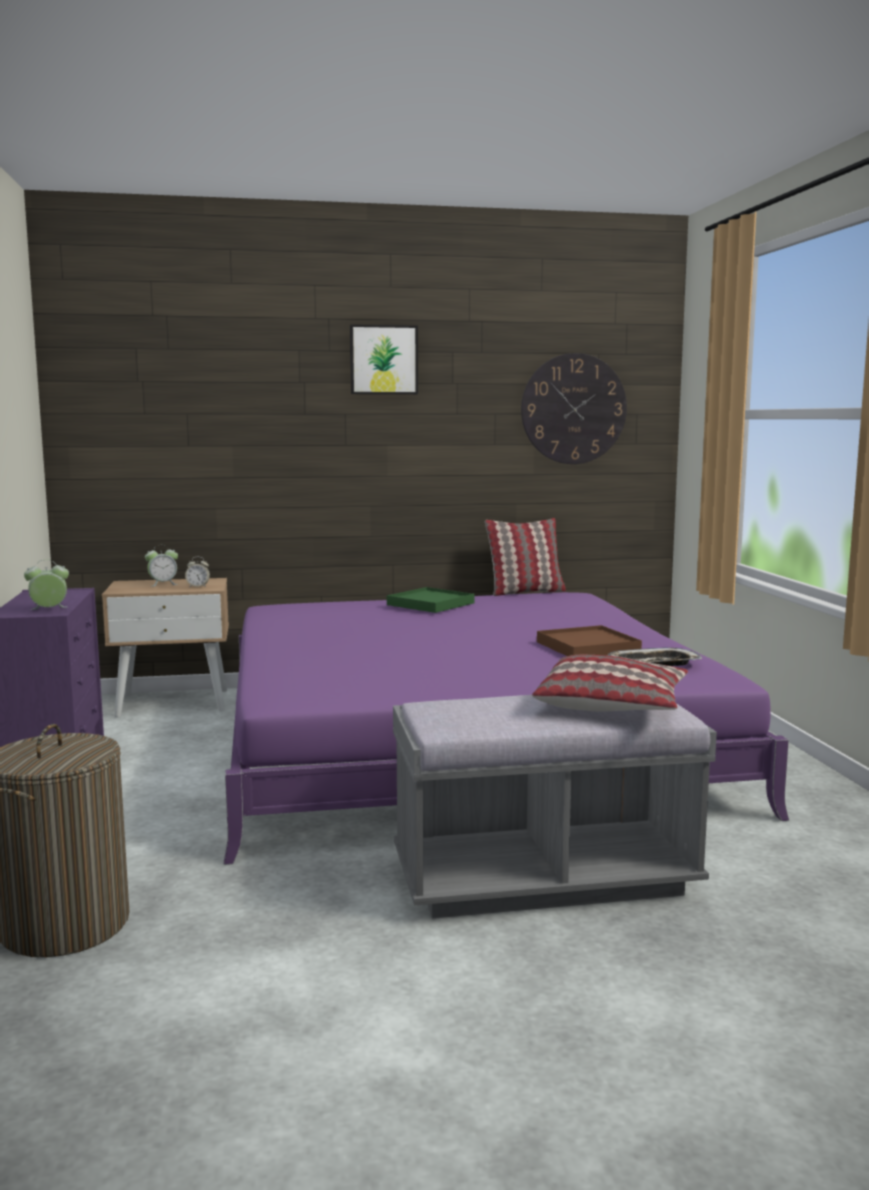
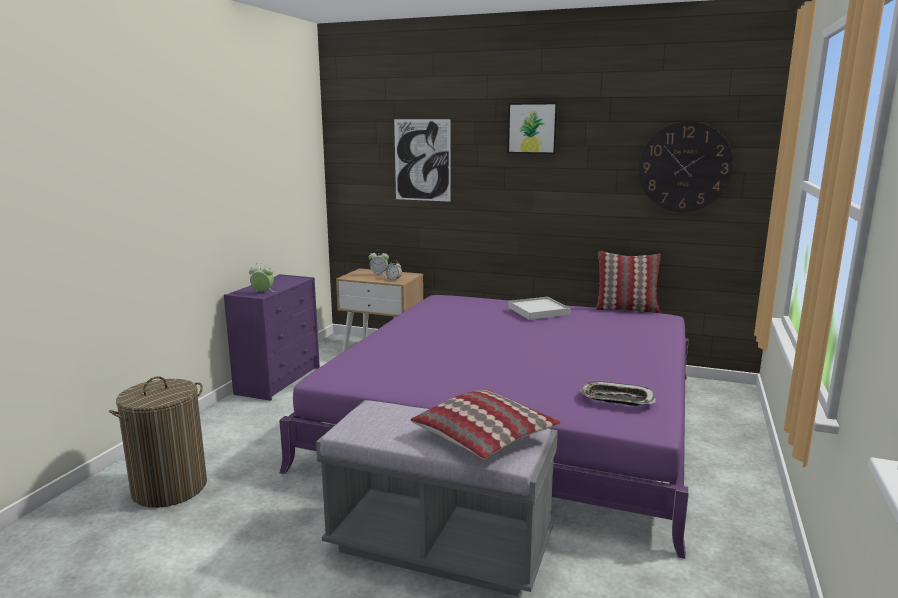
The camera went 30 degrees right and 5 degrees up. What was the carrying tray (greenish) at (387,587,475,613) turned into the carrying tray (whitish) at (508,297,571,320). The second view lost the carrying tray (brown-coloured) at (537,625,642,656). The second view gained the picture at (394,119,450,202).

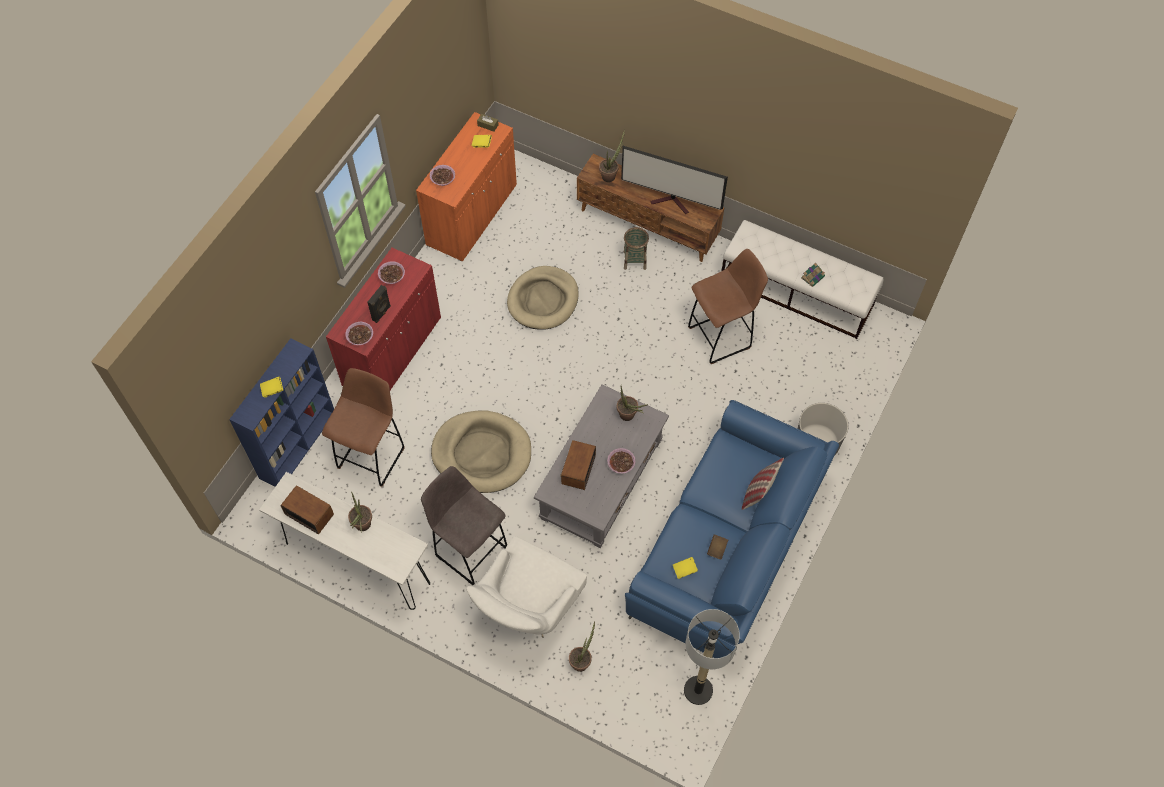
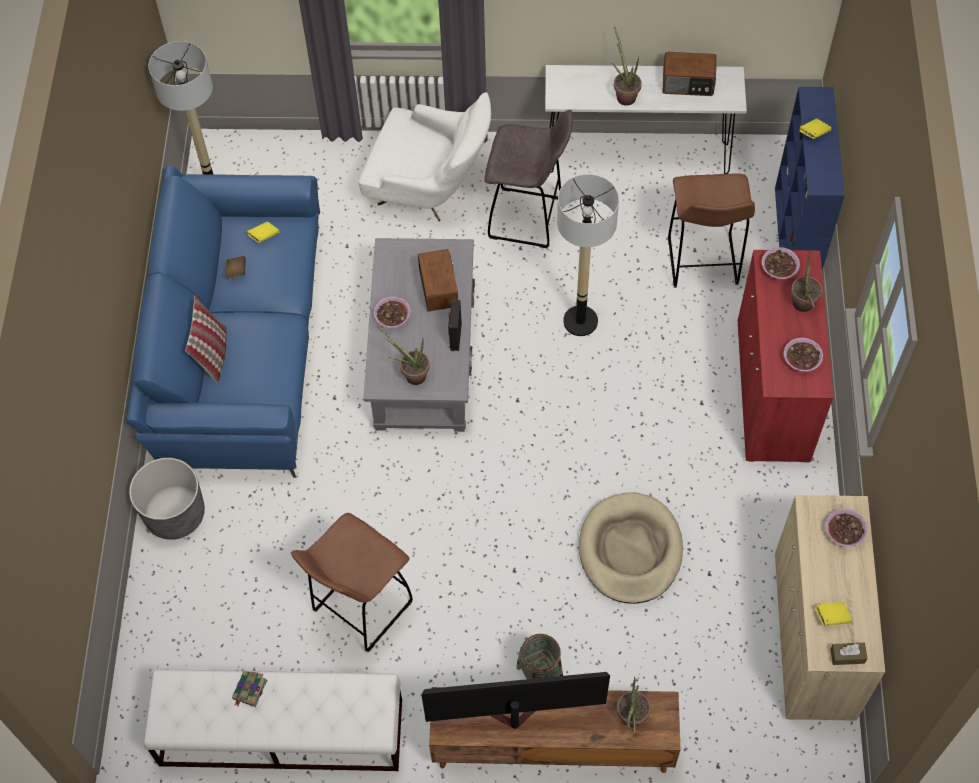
The camera went 155 degrees right and 0 degrees up. What was the storage cabinet (orange-coloured) at (416,112,517,261) turned into the storage cabinet (beige-coloured) at (775,495,885,721). The audio speaker (black-coloured) ended up elsewhere, having gone from (367,285,391,323) to (448,299,462,351). Where the pet bed (beige-coloured) stood at (431,411,531,493), the standard lamp came to stand at (557,174,619,336). The easy chair (whitish) at (466,536,587,638) ended up facing another way, 105 degrees clockwise from before. The plant in a pot ended up elsewhere, having gone from (569,621,595,672) to (791,251,822,312).

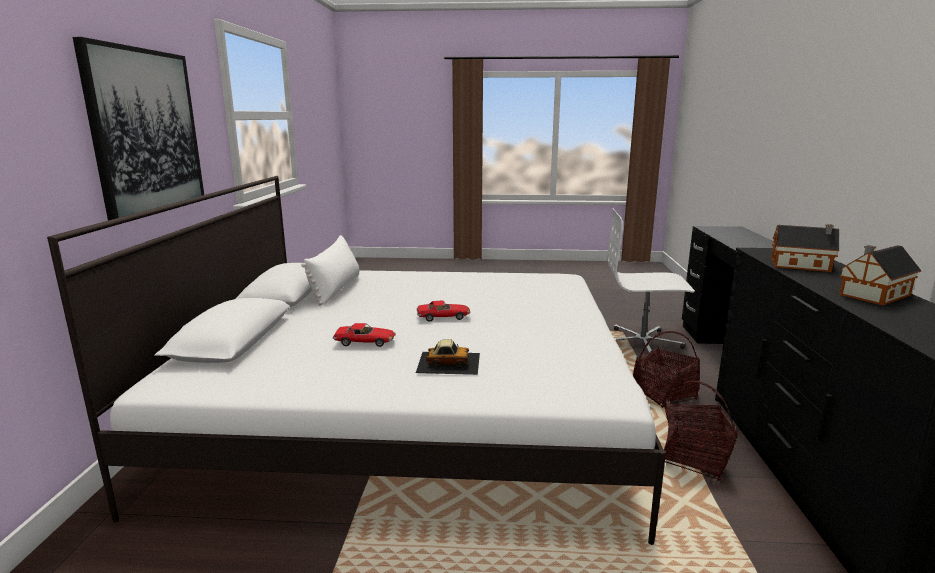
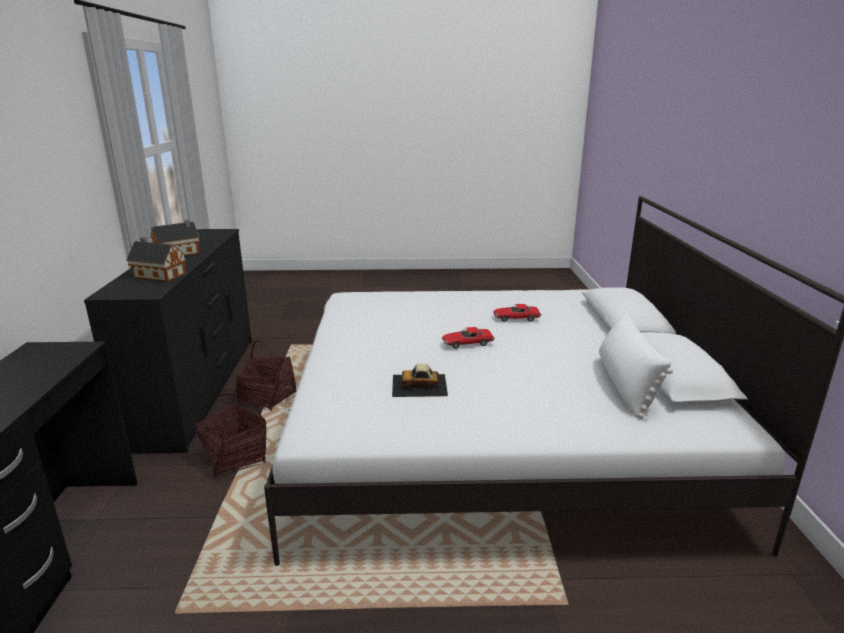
The camera went 175 degrees right and 5 degrees up. The second view lost the picture at (73,37,204,221). The second view lost the desk chair (whitish) at (607,209,695,352). The miniature car ended up elsewhere, having gone from (416,339,480,375) to (392,364,448,397).

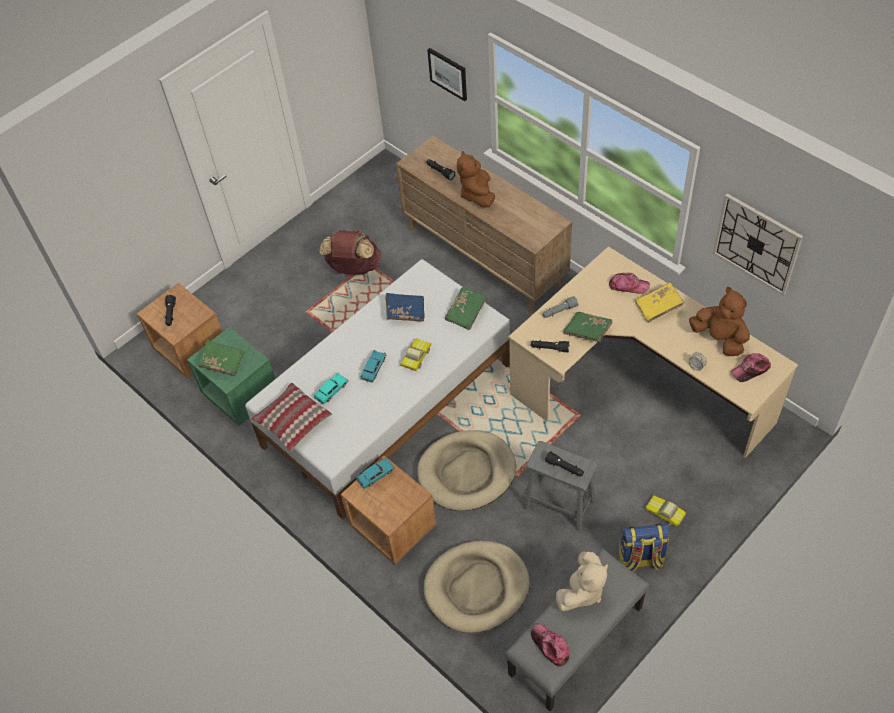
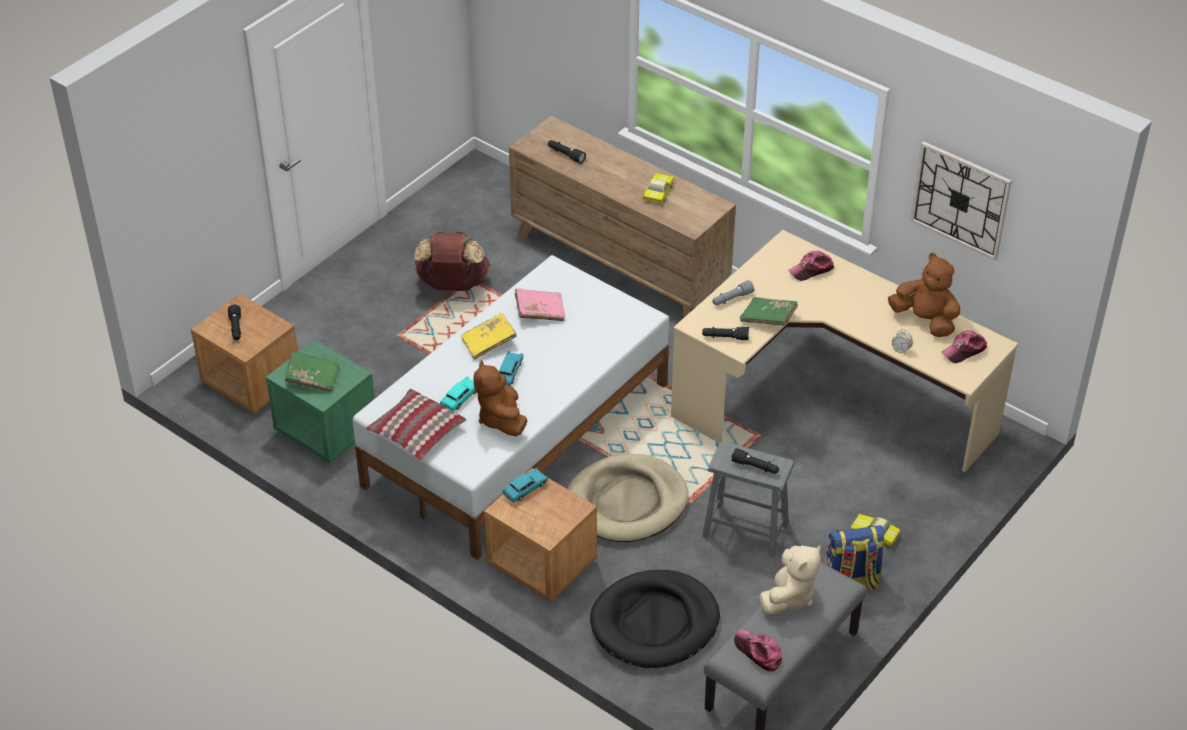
The camera went 10 degrees left and 10 degrees down. The second view lost the picture at (427,48,467,101). The soft toy (brown-coloured) ended up elsewhere, having gone from (457,151,495,208) to (474,360,527,436). The peaked cap at (609,273,650,294) ended up facing another way, 150 degrees clockwise from before. The volume (yellow-coloured) ended up elsewhere, having gone from (635,283,684,323) to (461,313,517,359). The second view lost the volume (greenish) at (445,287,487,330). What was the volume (bluish) at (386,293,425,322) turned into the volume (pinkish) at (515,288,565,321). The miniature car ended up elsewhere, having gone from (400,338,432,371) to (643,173,675,203). What was the pet bed (beige-coloured) at (424,541,530,633) turned into the pet bed (black-coloured) at (590,570,720,668).

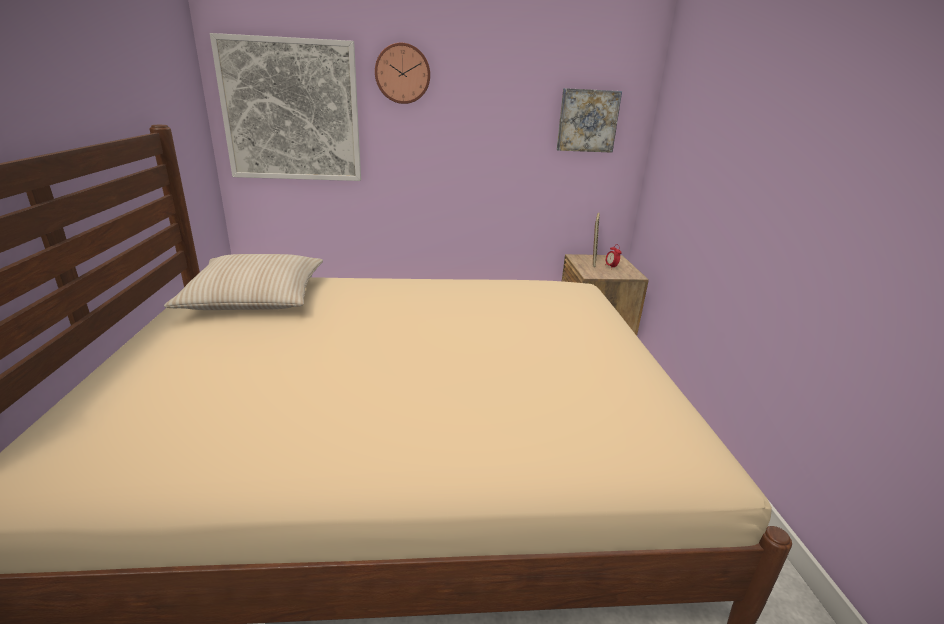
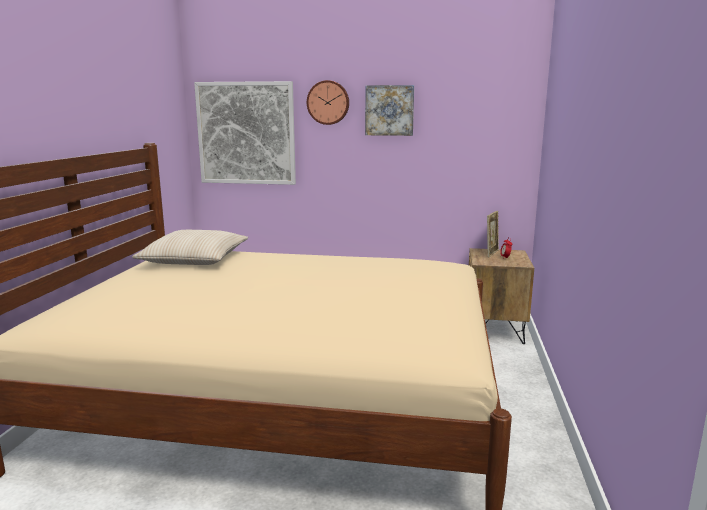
The camera went 15 degrees right and 10 degrees down. The picture ended up elsewhere, having gone from (556,88,622,153) to (365,85,414,136).

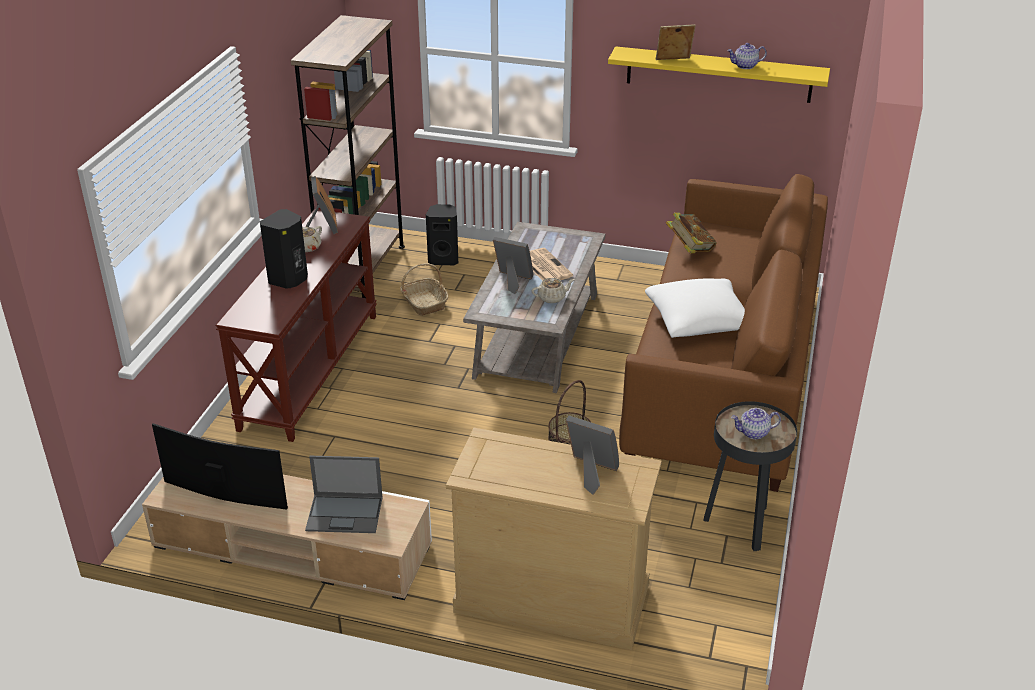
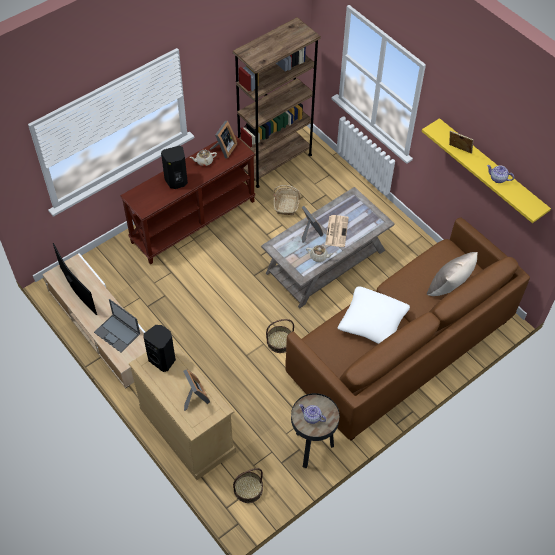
The camera went 35 degrees right and 20 degrees up. The audio speaker (black-coloured) ended up elsewhere, having gone from (426,204,458,265) to (144,325,176,372). The second view lost the volume at (666,213,717,253). The second view gained the pillow (beige-coloured) at (427,252,478,296). The second view gained the household basket at (233,468,263,503).

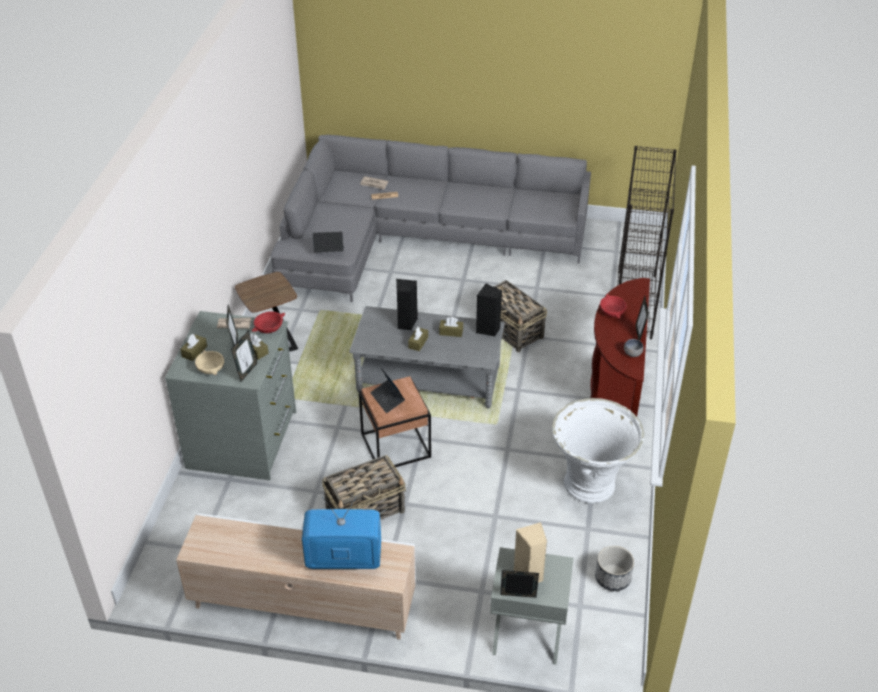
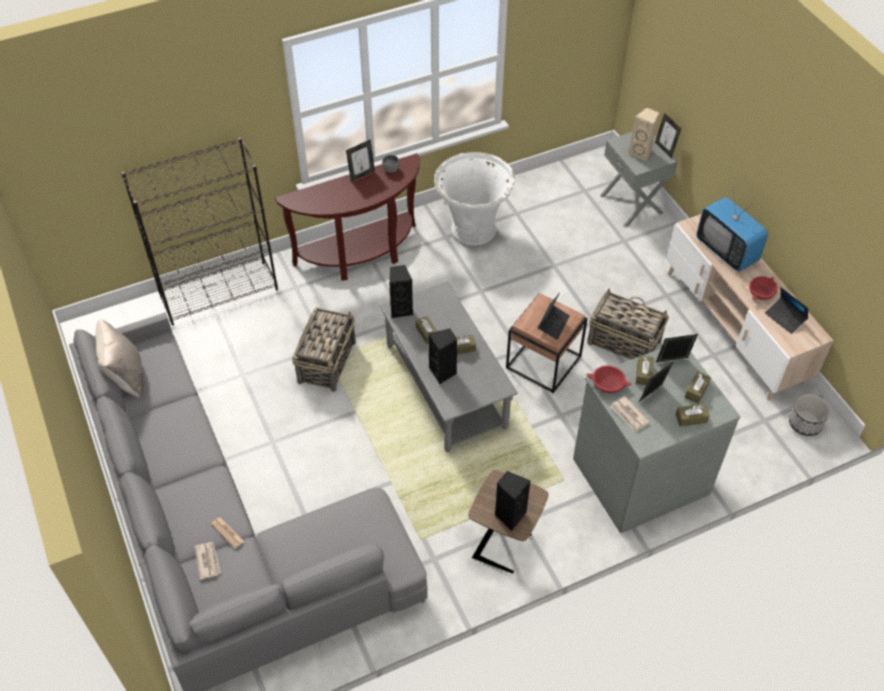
The camera went 125 degrees left and 10 degrees up. The laptop ended up elsewhere, having gone from (313,232,344,252) to (765,288,808,334). The bowl (red) ended up elsewhere, having gone from (600,294,627,319) to (749,276,778,300). Where the bowl (beige-coloured) stood at (195,350,224,375), the tissue holder (brown-coloured) came to stand at (685,371,711,404). The planter ended up elsewhere, having gone from (595,546,634,591) to (789,394,830,436). The second view gained the pillow (beige-coloured) at (96,319,144,398). The second view gained the audio speaker (black-coloured) at (495,471,530,531).

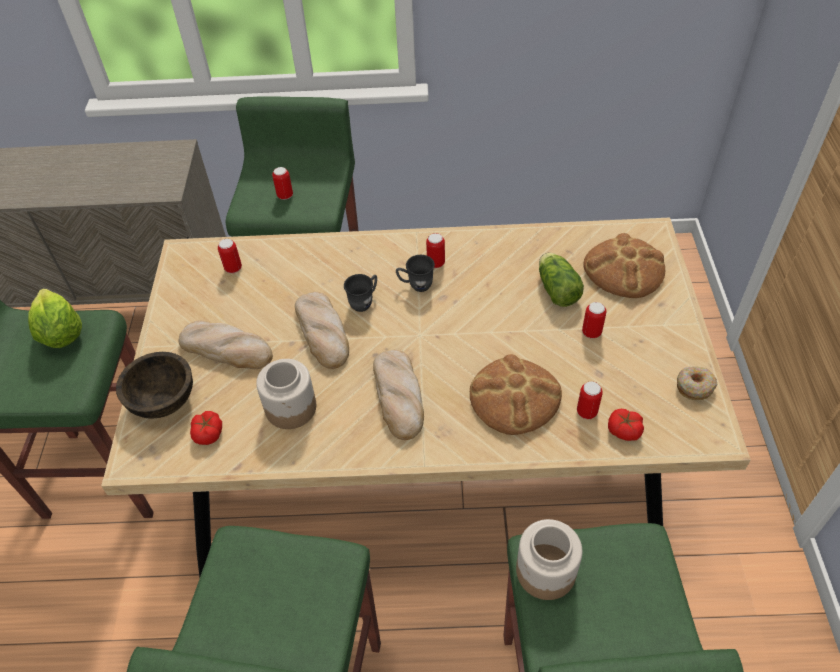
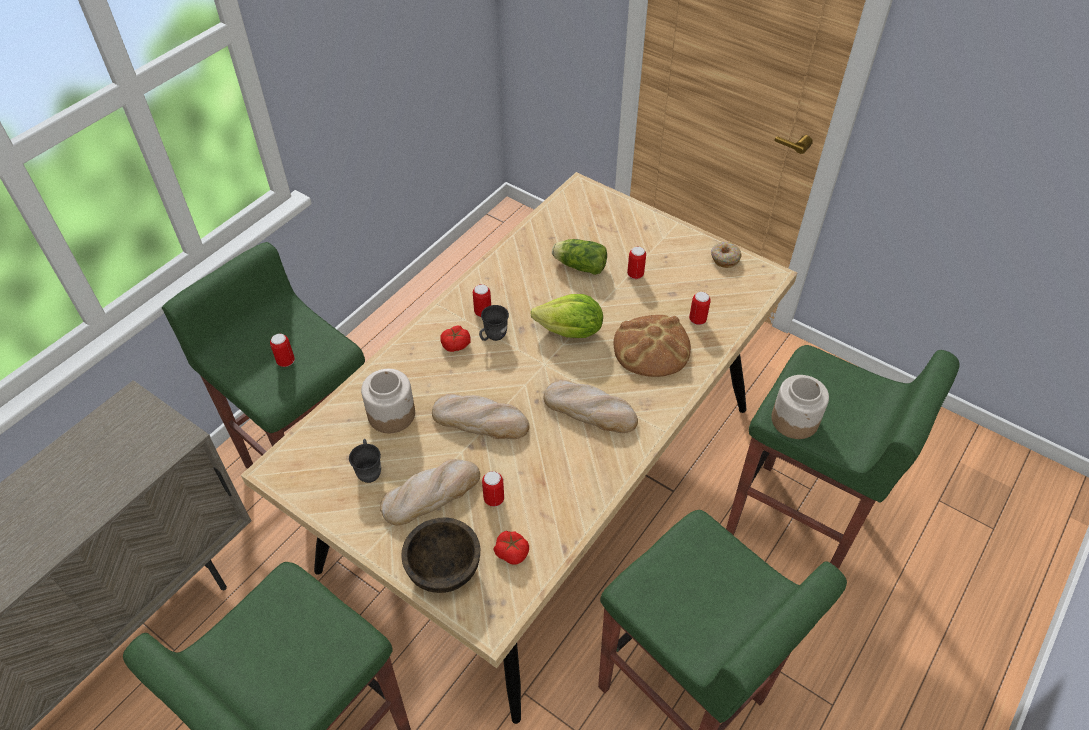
The camera went 55 degrees left and 0 degrees up. The second view lost the baked bread at (583,233,665,298). The metal can ended up elsewhere, having gone from (218,239,242,273) to (482,471,504,507). The tea mug (greyish) ended up elsewhere, having gone from (344,274,377,312) to (349,439,381,483). The lettuce ended up elsewhere, having gone from (28,288,82,348) to (530,294,603,338). The storage jar ended up elsewhere, having gone from (256,359,316,429) to (361,369,415,433). The fresh tomato ended up elsewhere, having gone from (608,409,644,441) to (440,326,471,352).

